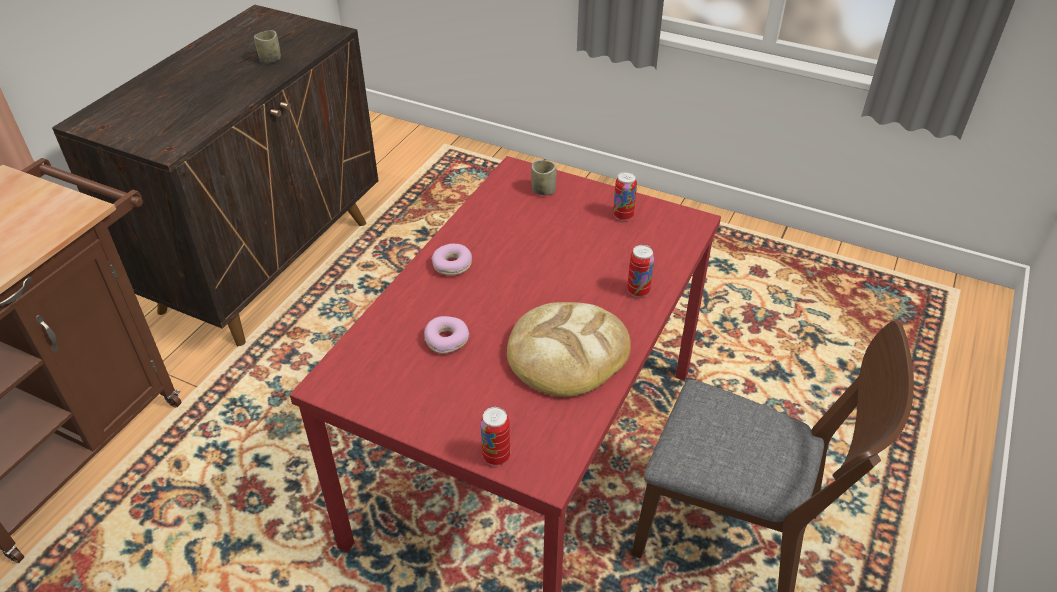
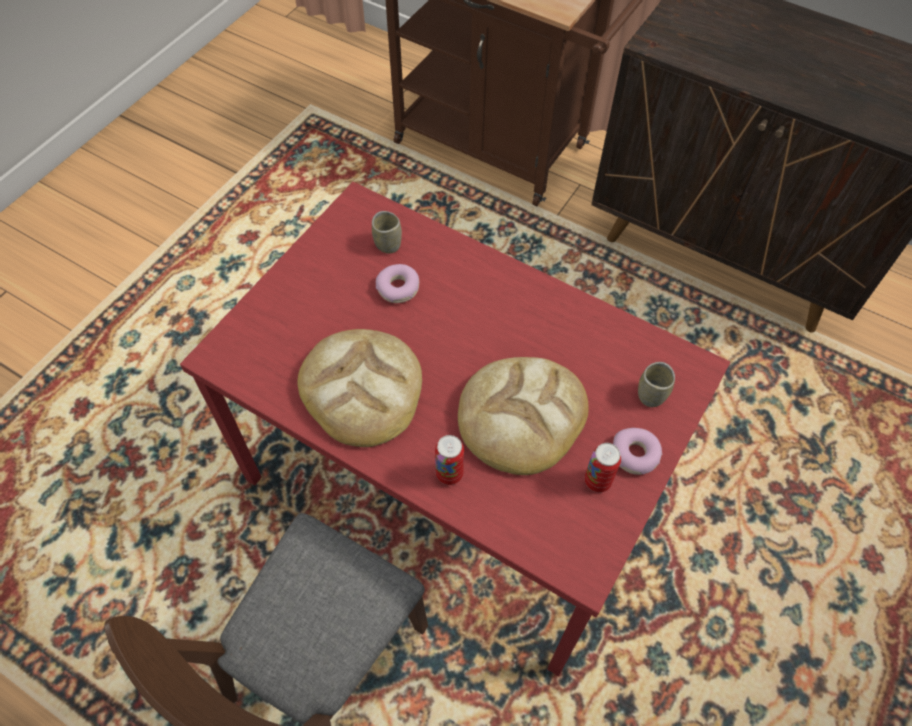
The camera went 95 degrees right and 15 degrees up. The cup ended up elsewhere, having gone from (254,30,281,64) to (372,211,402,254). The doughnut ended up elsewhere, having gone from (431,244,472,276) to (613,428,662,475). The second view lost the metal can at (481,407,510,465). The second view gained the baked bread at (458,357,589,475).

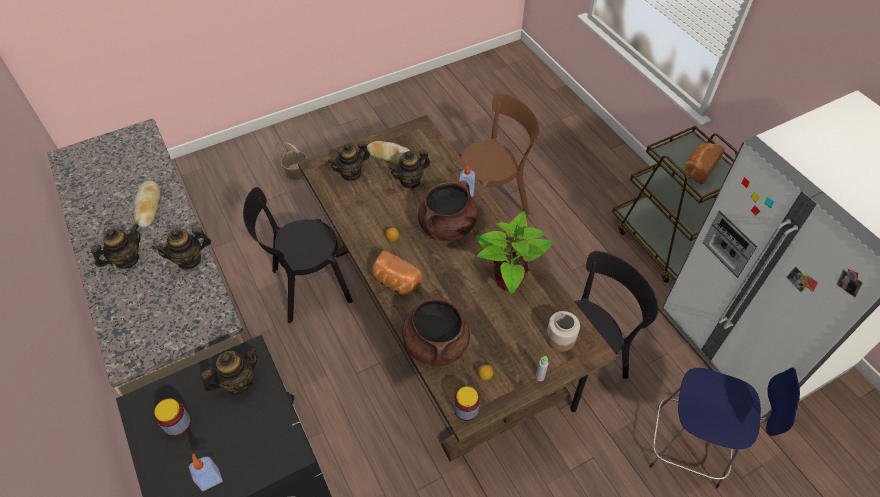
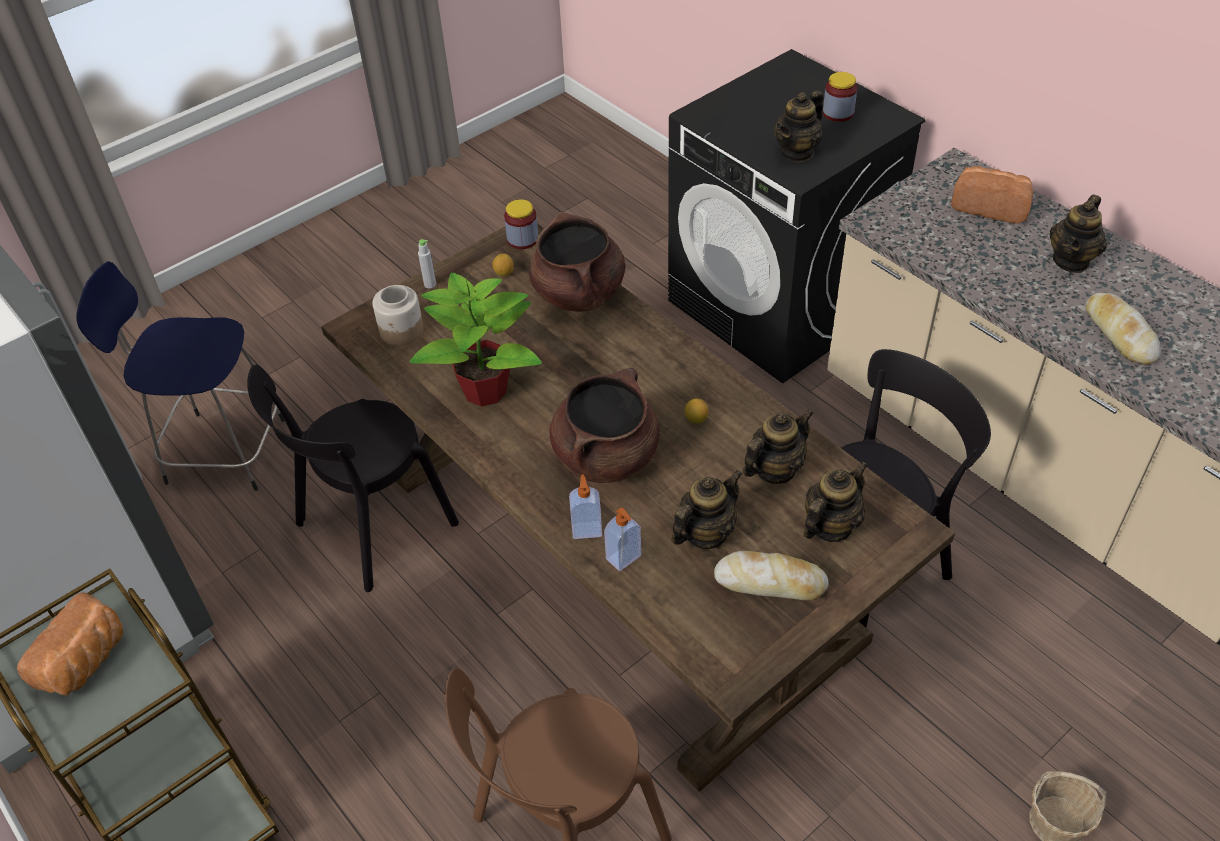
The camera went 170 degrees right and 5 degrees down. The pot for tea ended up elsewhere, having gone from (152,227,211,270) to (742,409,814,484). The baked bread ended up elsewhere, having gone from (372,250,423,295) to (951,166,1033,224). The soap dispenser ended up elsewhere, having gone from (189,453,223,491) to (604,507,641,571).

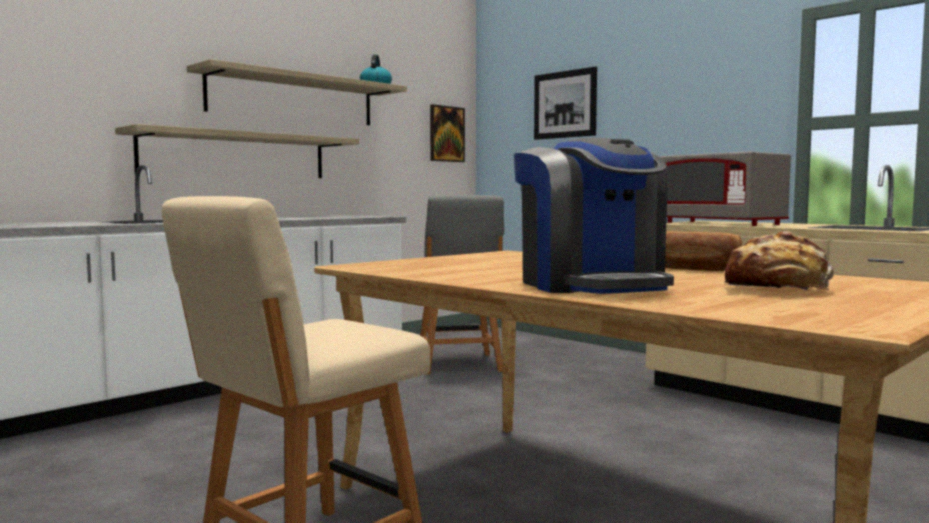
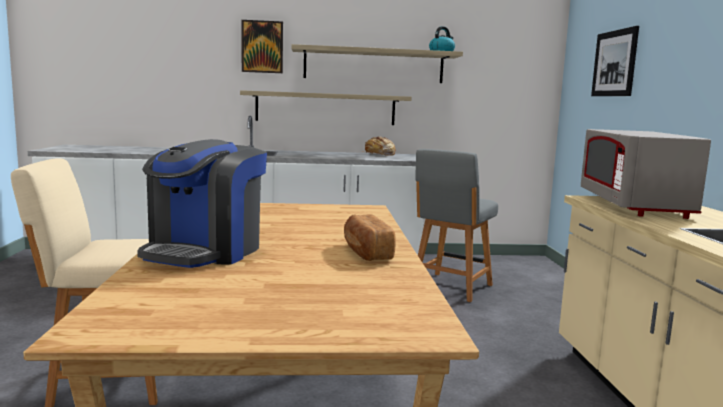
The camera went 40 degrees right and 5 degrees up. The picture ended up elsewhere, having gone from (430,104,465,162) to (241,20,283,73). The baked bread ended up elsewhere, having gone from (724,231,834,291) to (363,136,396,156).

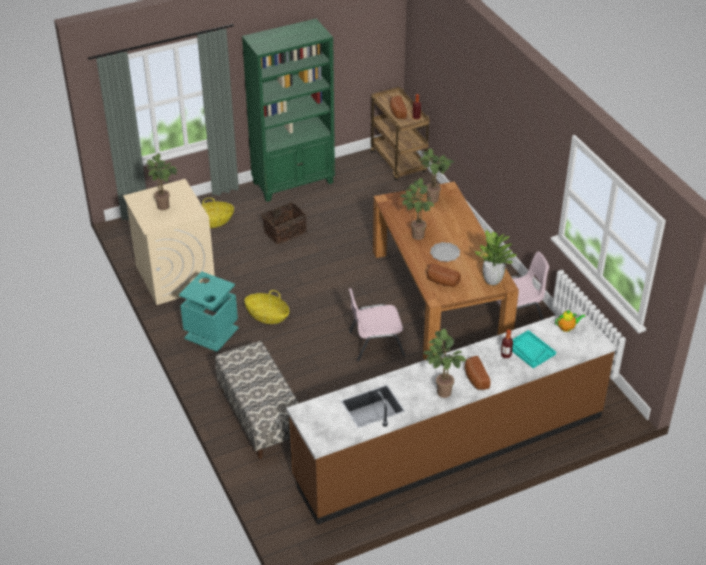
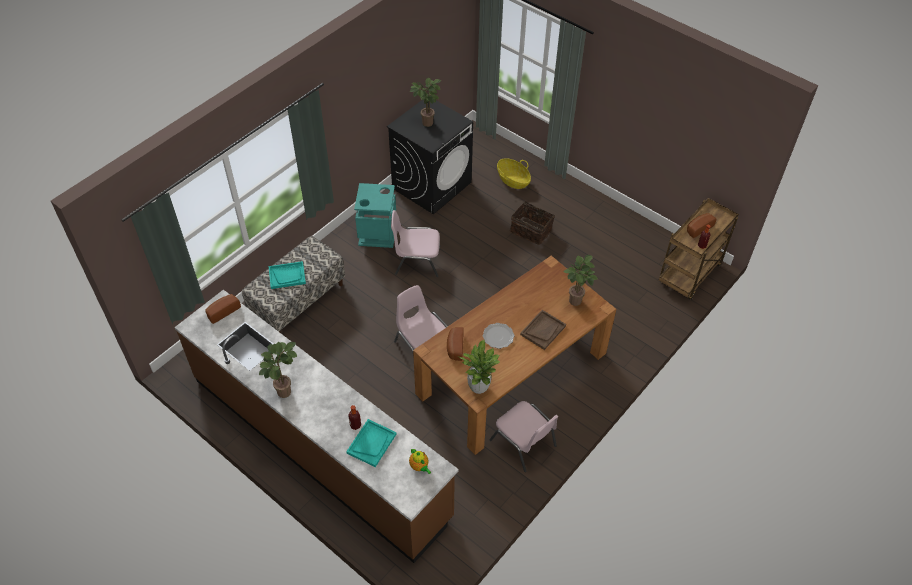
The camera went 65 degrees right and 10 degrees up. The second view lost the bookcase (greenish) at (242,19,335,202). The second view lost the plant in a pot at (400,178,434,240). What was the washing machine (beige-coloured) at (123,179,215,305) turned into the washing machine (black-coloured) at (387,100,473,214). Where the household basket stood at (244,290,290,324), the upright chair (pinkish) came to stand at (391,210,441,277). The baked bread ended up elsewhere, having gone from (465,356,490,390) to (205,294,241,324). The second view gained the carrying tray (blue-green) at (268,261,306,289). The second view gained the carrying tray (brown-coloured) at (520,310,566,350).

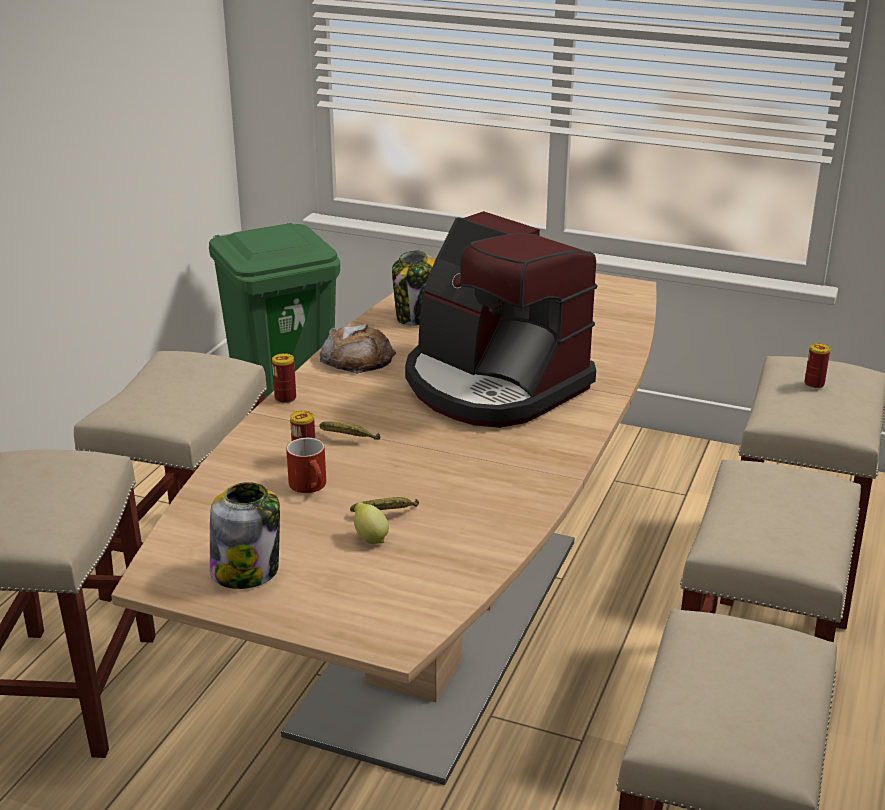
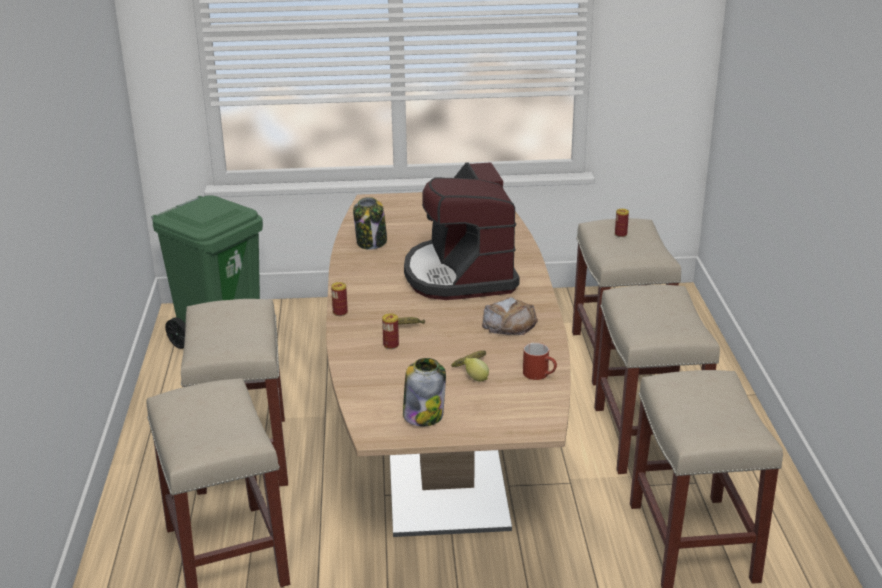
The camera went 25 degrees left and 0 degrees up. The coffee machine at (405,211,597,428) ended up facing another way, 60 degrees clockwise from before. The baked bread ended up elsewhere, having gone from (320,324,396,374) to (482,297,538,335). The tea mug (red) ended up elsewhere, having gone from (286,438,326,493) to (523,343,557,380).

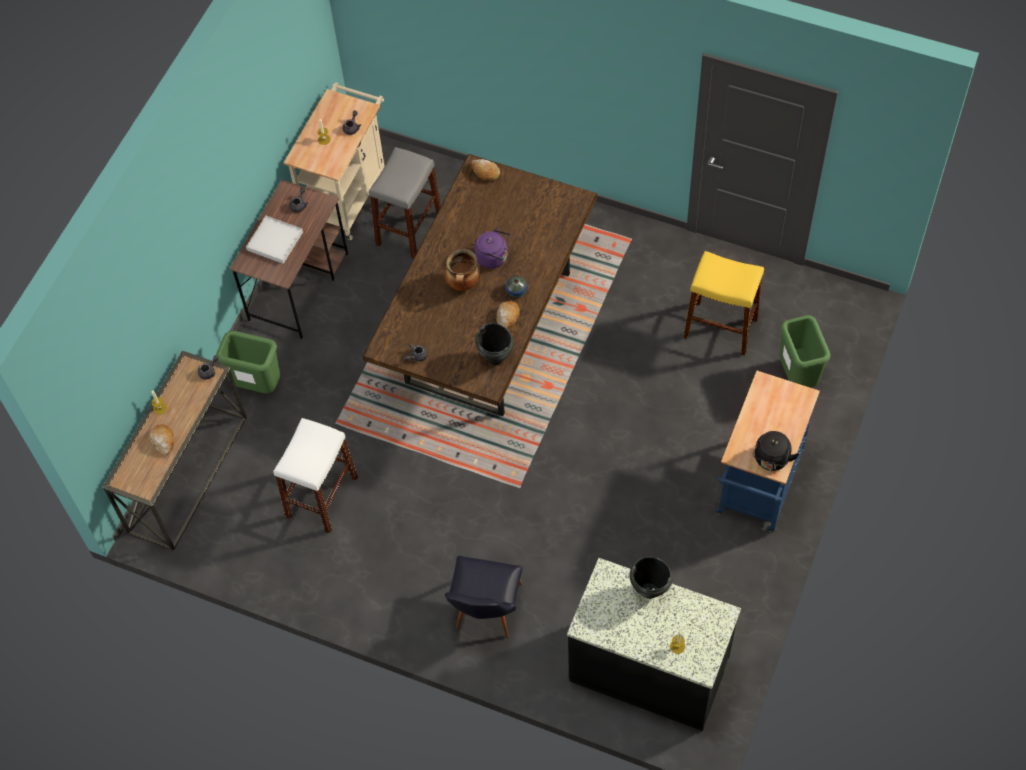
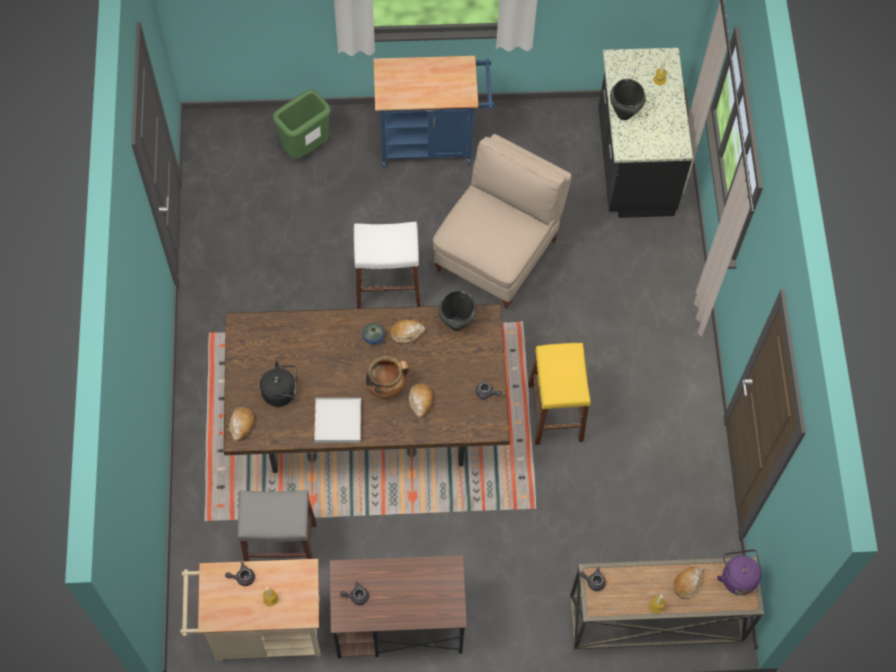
The camera went 120 degrees left and 5 degrees up. The carrying tray (whitish) ended up elsewhere, having gone from (246,216,303,264) to (314,398,361,443). The kettle (purple) ended up elsewhere, having gone from (474,227,512,269) to (717,550,761,595). The stool (yellow-coloured) ended up elsewhere, having gone from (683,251,764,356) to (528,343,591,445). The second view lost the rubbish bin (greenish) at (216,331,280,393). The stool (whitish) ended up elsewhere, having gone from (273,418,358,533) to (354,222,421,309). The kettle (black-coloured) ended up elsewhere, having gone from (753,431,799,471) to (260,361,297,407). The second view lost the upright chair (black-coloured) at (445,556,523,638). The second view gained the upright chair (beige-coloured) at (433,134,572,310). The second view gained the baked bread at (409,384,433,418).

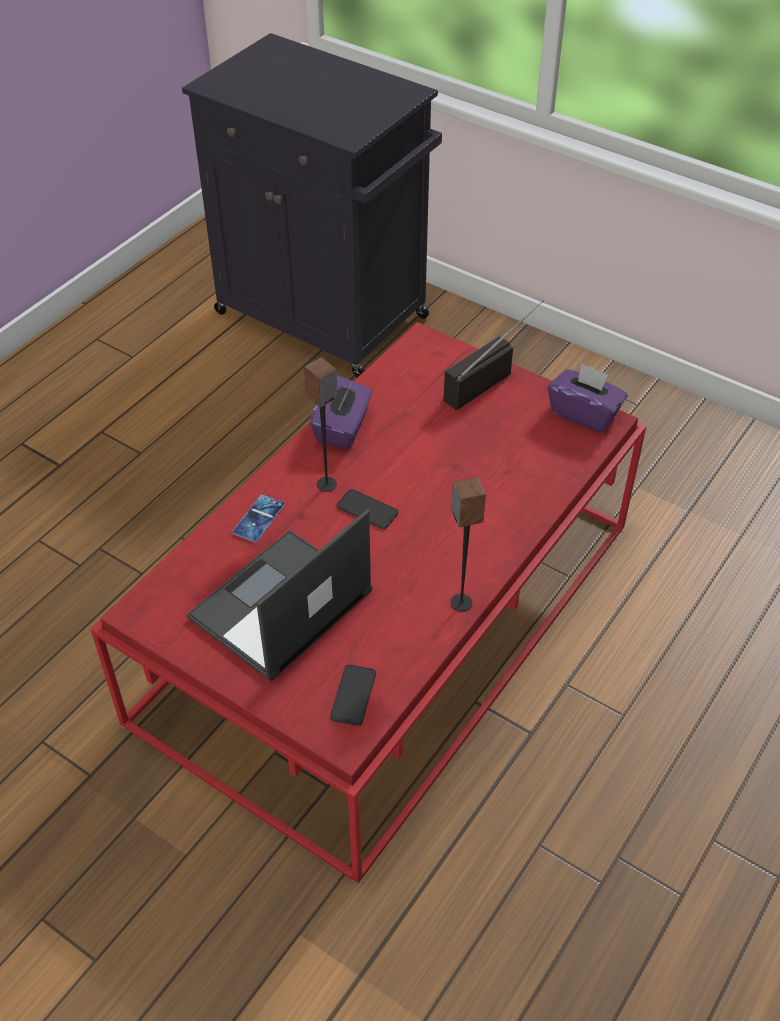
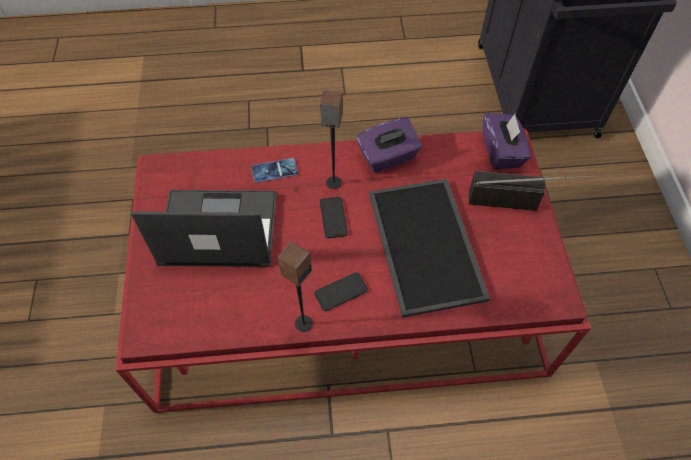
The camera went 50 degrees right and 10 degrees up. The tissue holder (purple) ended up elsewhere, having gone from (548,363,628,433) to (483,113,531,170). The handset ended up elsewhere, having gone from (330,665,376,726) to (314,272,368,311). The second view gained the carrying tray at (369,179,490,318).

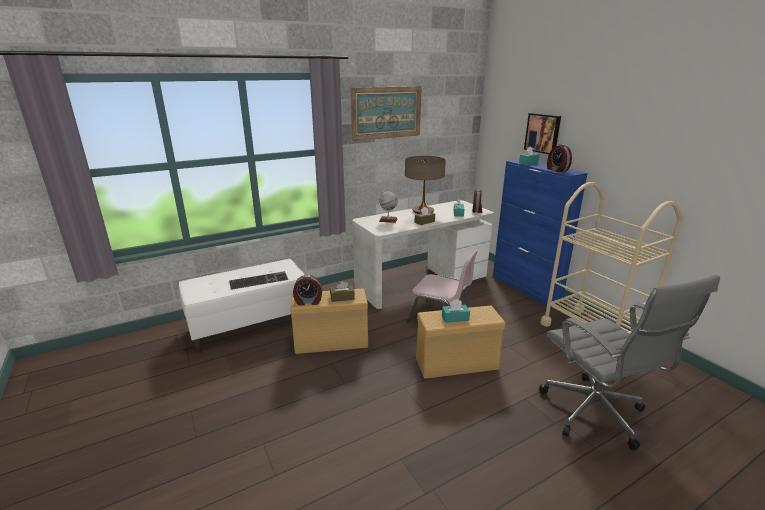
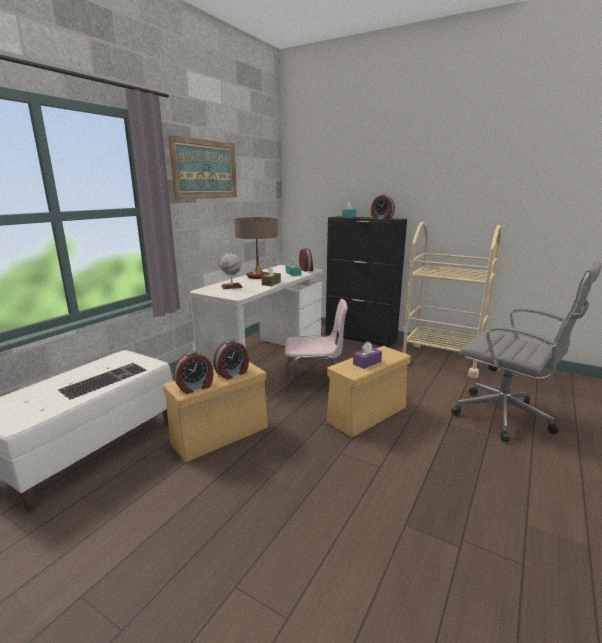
The camera went 30 degrees left and 5 degrees down. The second view lost the picture at (524,113,561,154). What was the storage cabinet (bluish) at (493,159,588,306) turned into the storage cabinet (black-coloured) at (325,216,407,348). Where the tissue holder (brown-coloured) stood at (330,281,355,302), the bedside clock came to stand at (213,340,249,380). What was the tissue holder (blue-green) at (442,299,470,323) turned into the tissue holder (purple) at (353,341,382,369).

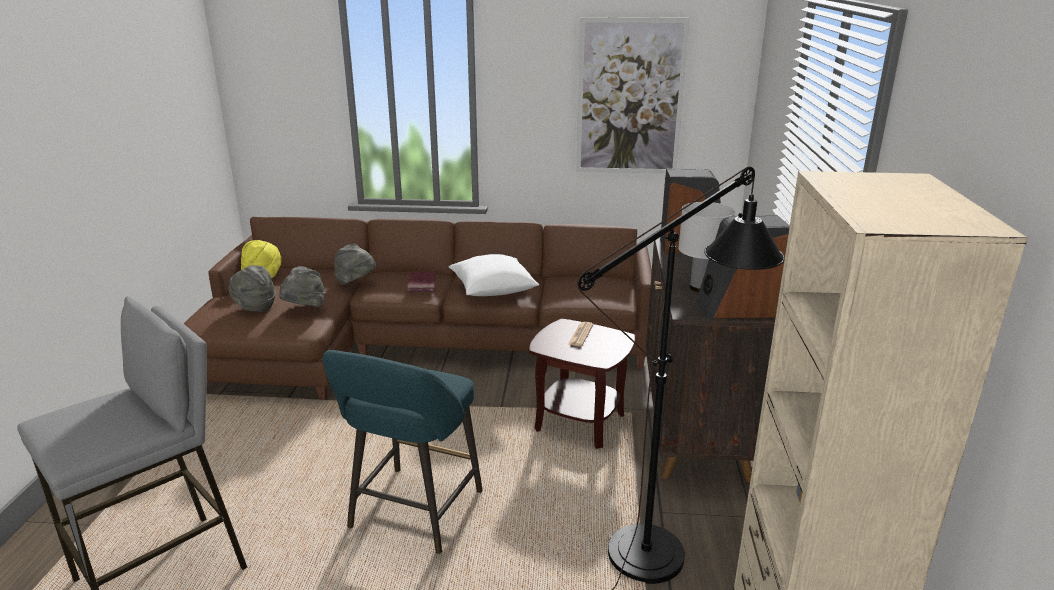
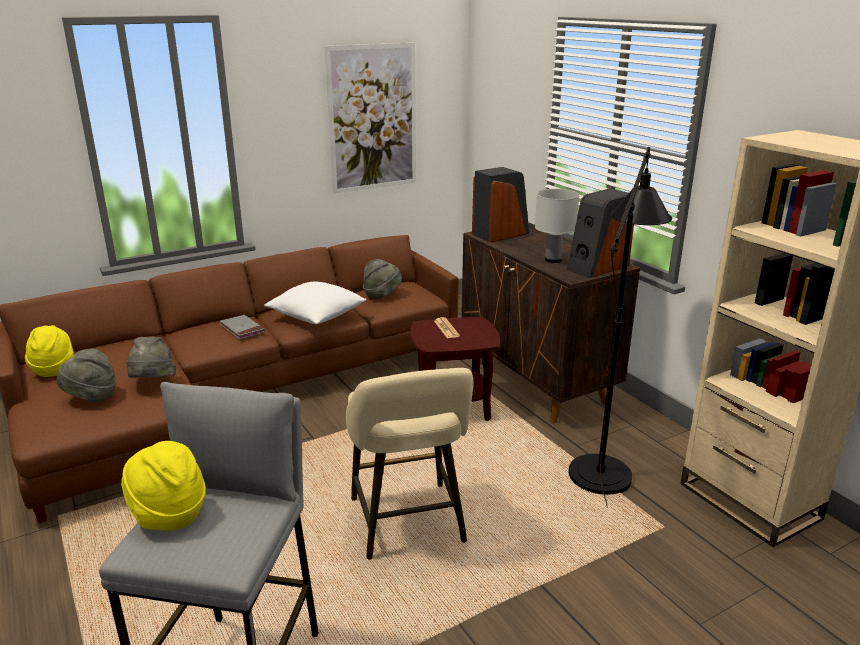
The camera went 35 degrees left and 0 degrees up. The clothing hat (greyish) ended up elsewhere, having gone from (334,243,376,285) to (363,259,402,300). What was the volume (red) at (407,271,435,292) turned into the volume (greyish) at (220,315,265,339). What was the stool (blue-green) at (323,350,483,554) turned into the stool (beige-coloured) at (346,368,473,560). The second view gained the clothing hat (yellow-coloured) at (121,441,206,531).

